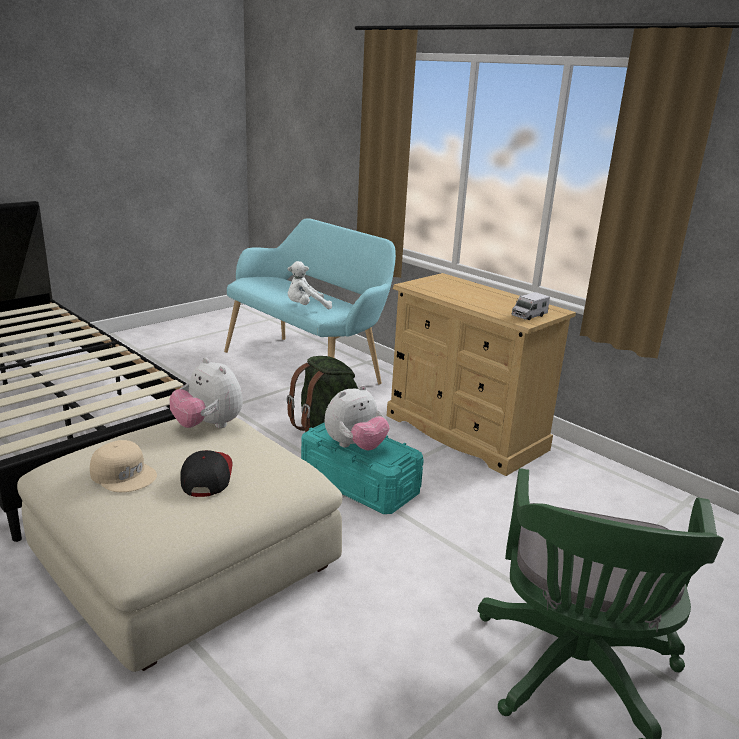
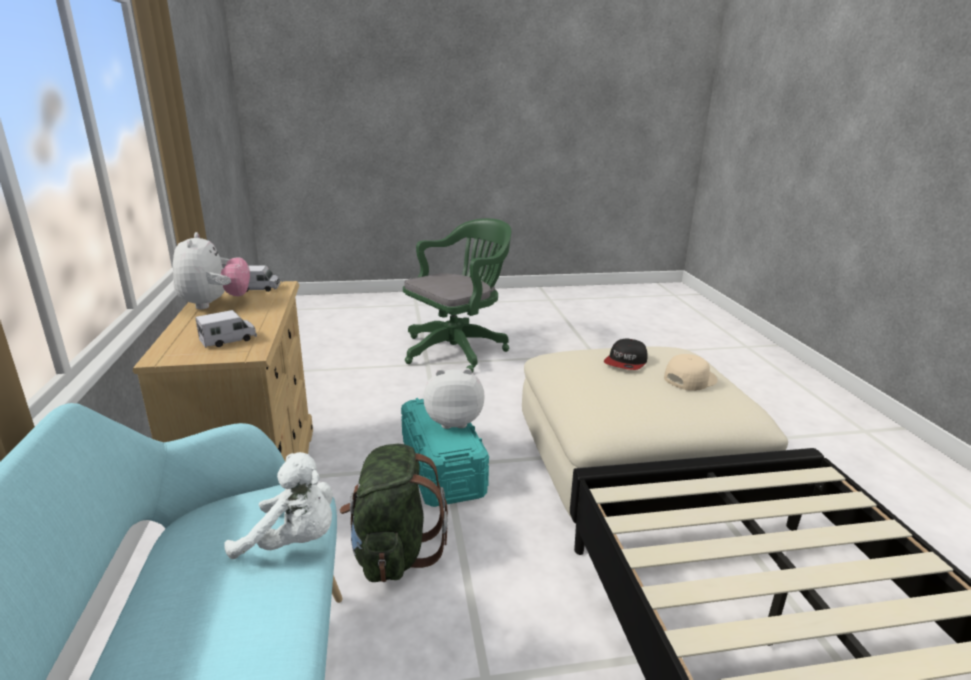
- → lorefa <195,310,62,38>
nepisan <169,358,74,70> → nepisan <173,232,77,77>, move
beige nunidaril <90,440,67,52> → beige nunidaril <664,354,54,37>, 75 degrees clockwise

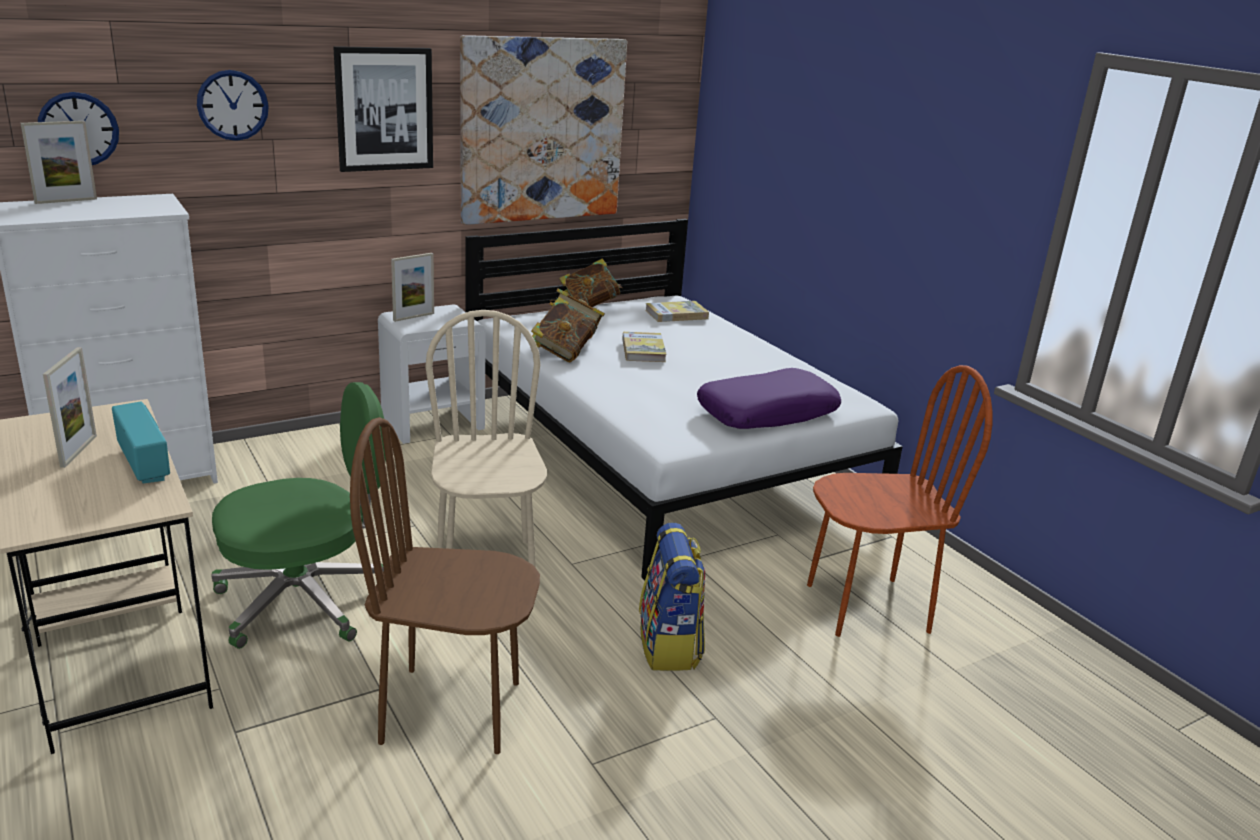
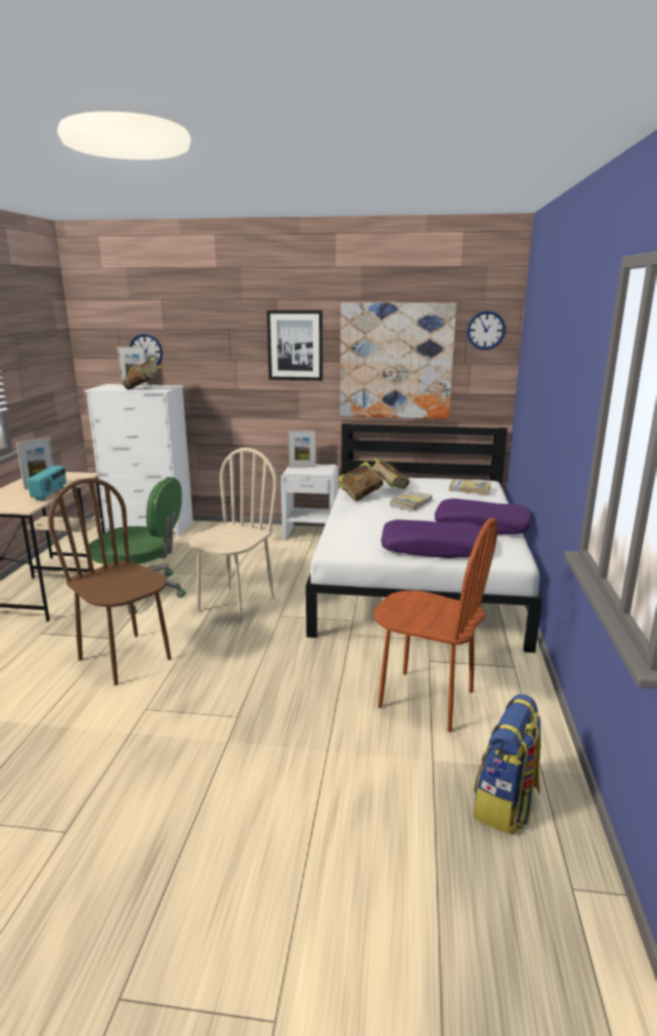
- → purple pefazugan <435,498,97,36>
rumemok <197,70,72,71> → rumemok <467,311,39,39>, move
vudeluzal <559,259,64,48> → vudeluzal <122,357,40,33>, move
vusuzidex <639,523,66,148> → vusuzidex <473,694,68,141>, move

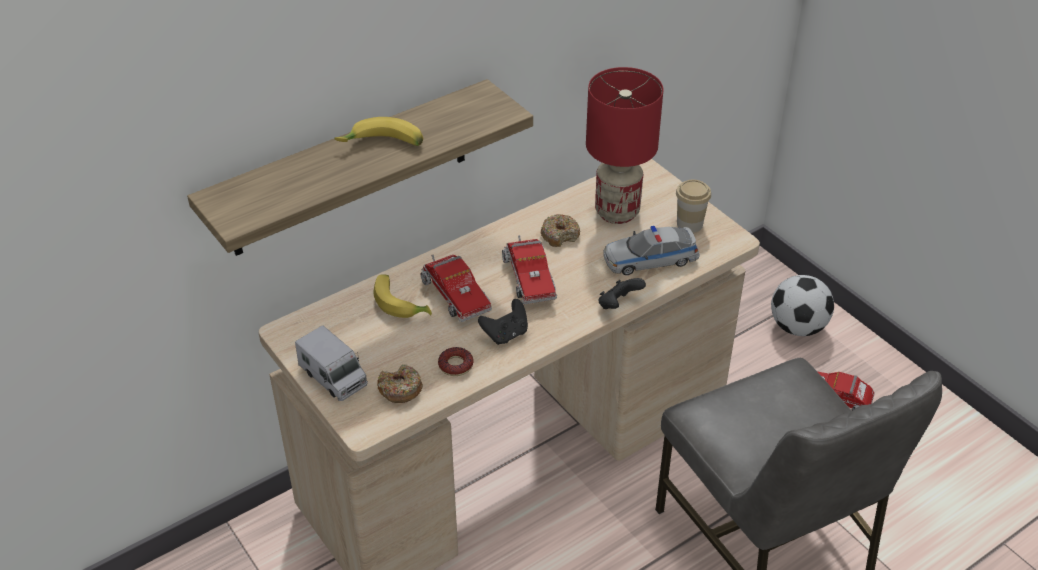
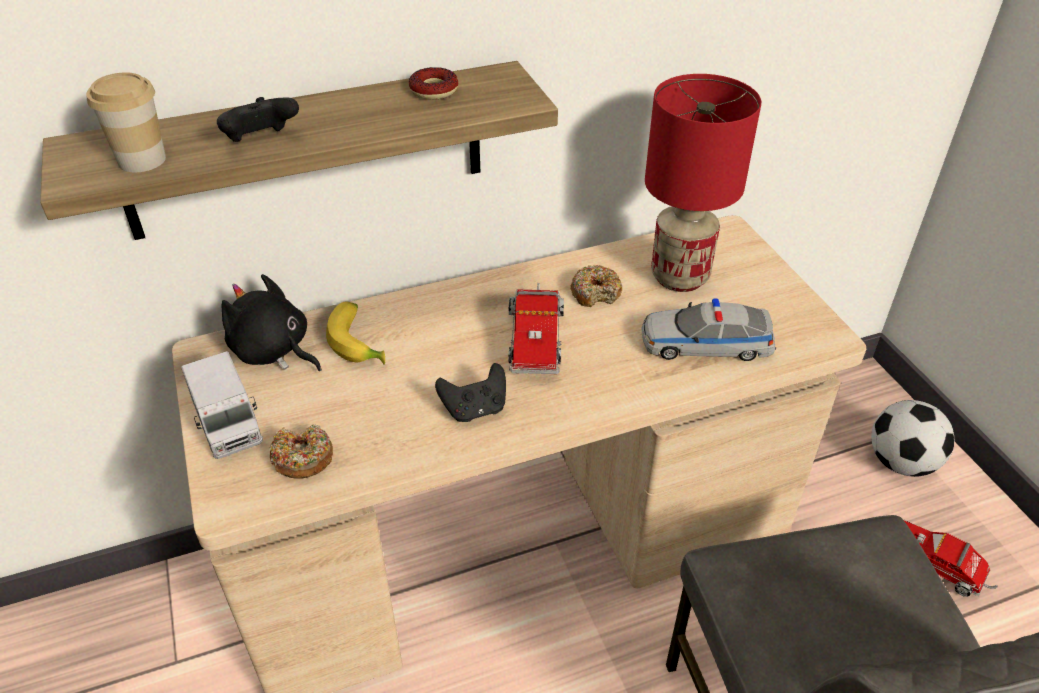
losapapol <335,117,88,29> → -
lorefa <421,255,71,67> → -
- → black nepisan <221,274,101,97>
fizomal <438,347,36,29> → fizomal <409,67,49,33>, move
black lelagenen <598,278,48,31> → black lelagenen <217,97,82,45>, move
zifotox <676,180,35,53> → zifotox <86,72,80,100>, move

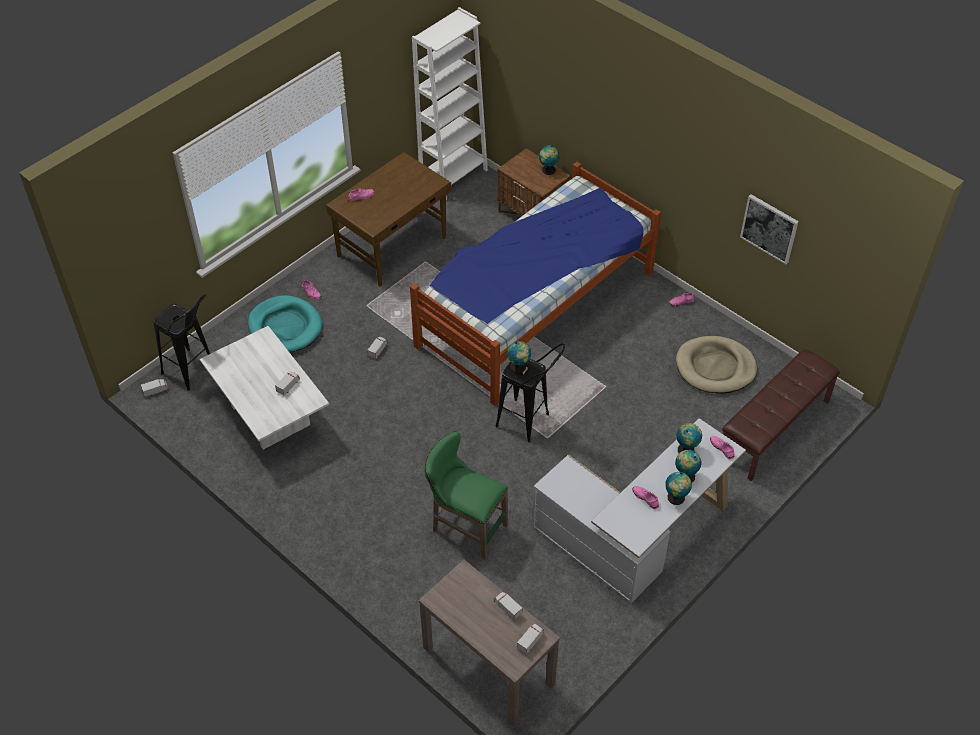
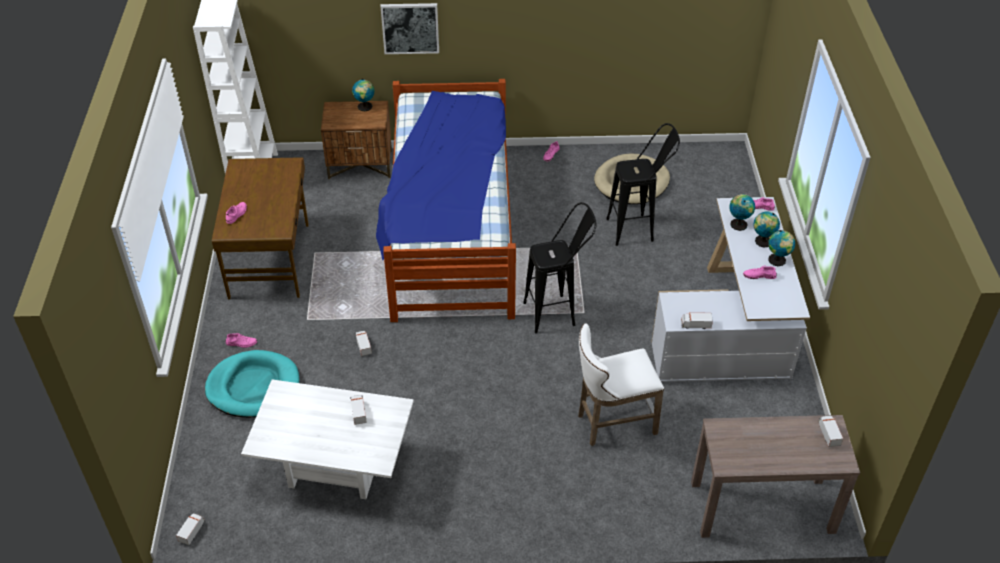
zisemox <507,341,24,32> → -
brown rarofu <722,349,118,132> → -
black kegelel <153,294,57,97> → black kegelel <606,123,74,123>, move
lorefa <494,592,29,28> → lorefa <681,312,32,17>, move
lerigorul <740,194,59,70> → lerigorul <380,3,59,51>, move
green kegelel <425,431,83,129> → white kegelel <578,323,86,123>

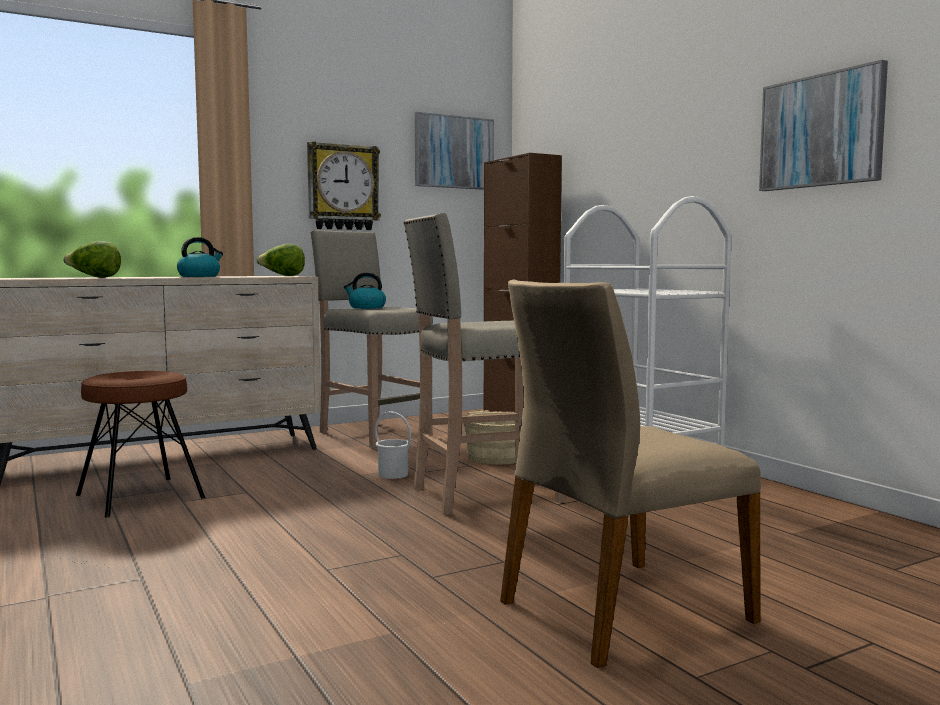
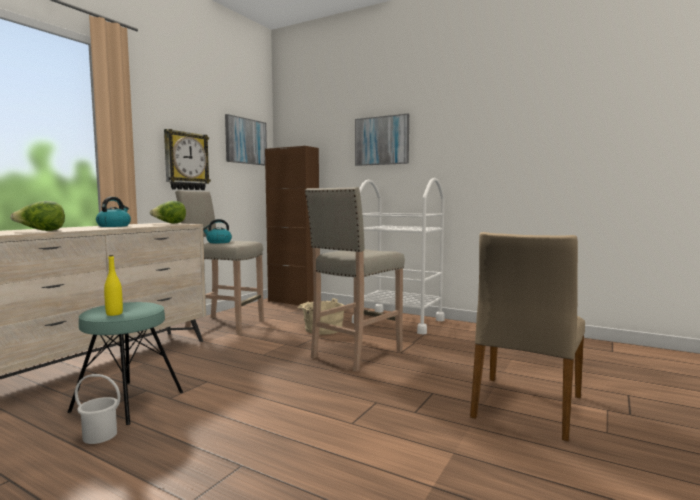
- → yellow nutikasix <104,255,19,61>
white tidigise <375,411,37,68> → white tidigise <75,374,45,70>, move
lerigorul <759,60,129,131> → lerigorul <355,114,54,52>, move
brown kegelel <76,371,129,146> → turquoise kegelel <67,302,116,123>

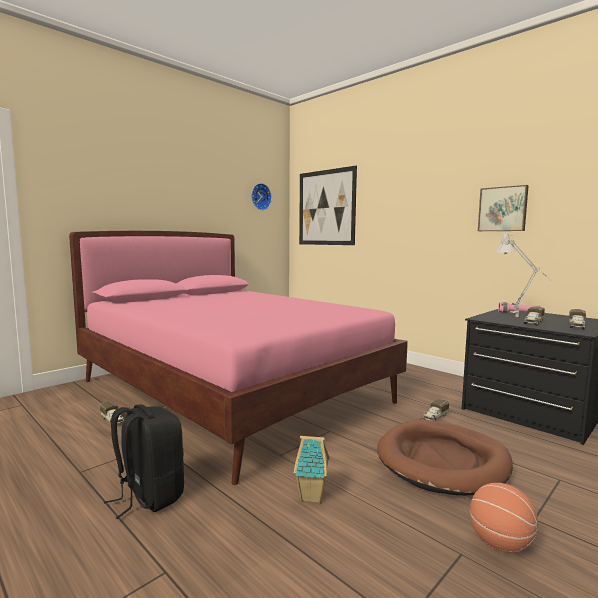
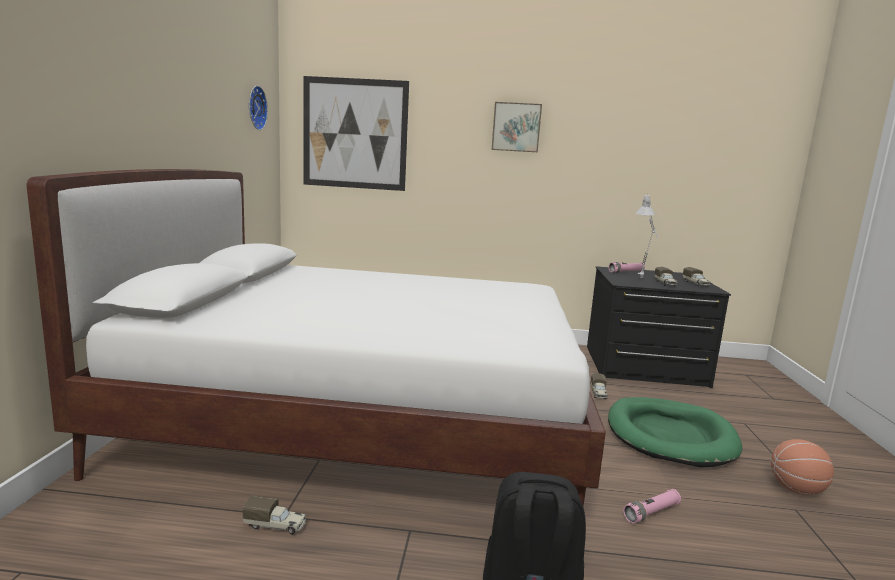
lerigorul <478,185,51,46> → lerigorul <492,102,50,50>, move
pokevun <294,436,36,67> → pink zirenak <623,489,58,34>
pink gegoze <69,231,339,254> → white gegoze <27,169,579,337>
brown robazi <377,419,136,77> → green robazi <608,397,134,70>

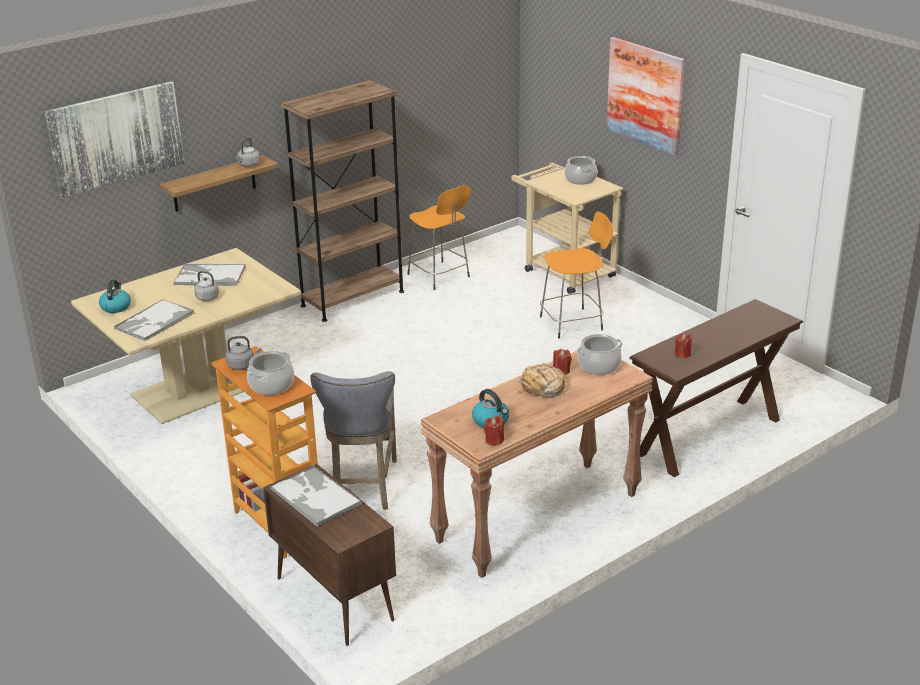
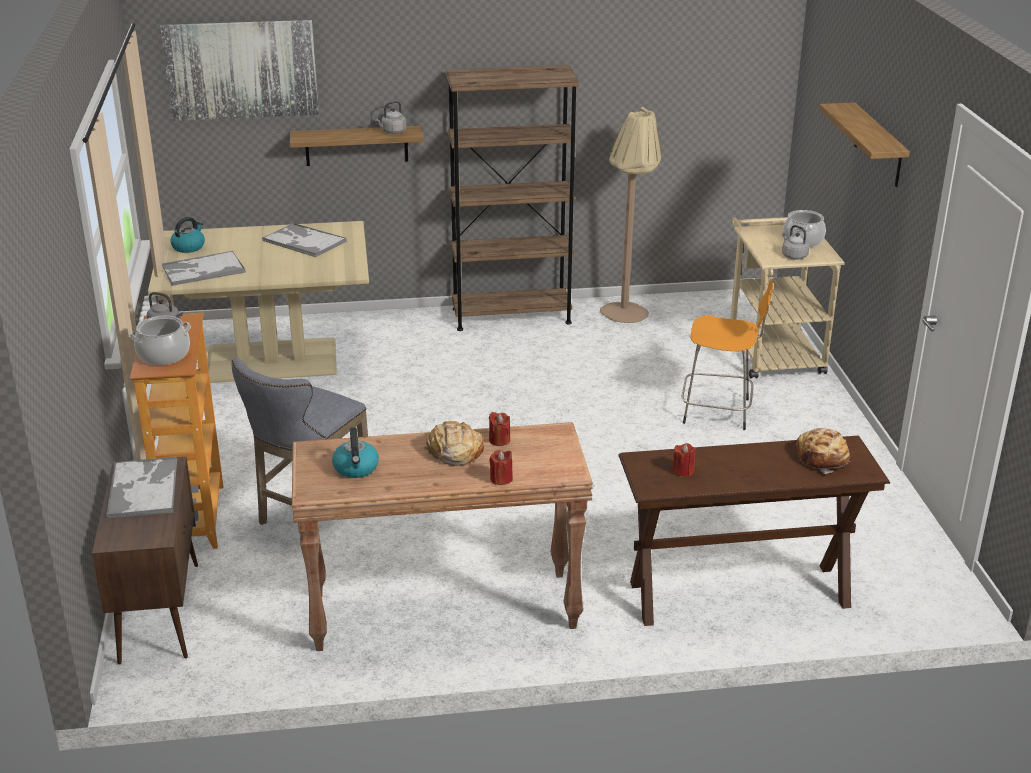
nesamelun <577,334,45,41> → -
- → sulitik <796,428,55,46>
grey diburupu <191,271,28,30> → grey diburupu <782,225,27,35>, move
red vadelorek <484,416,20,30> → red vadelorek <490,450,23,35>, move
orange kegelel <407,185,64,105> → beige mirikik <600,107,62,216>
lerigorul <606,37,79,119> → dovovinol <819,102,91,85>

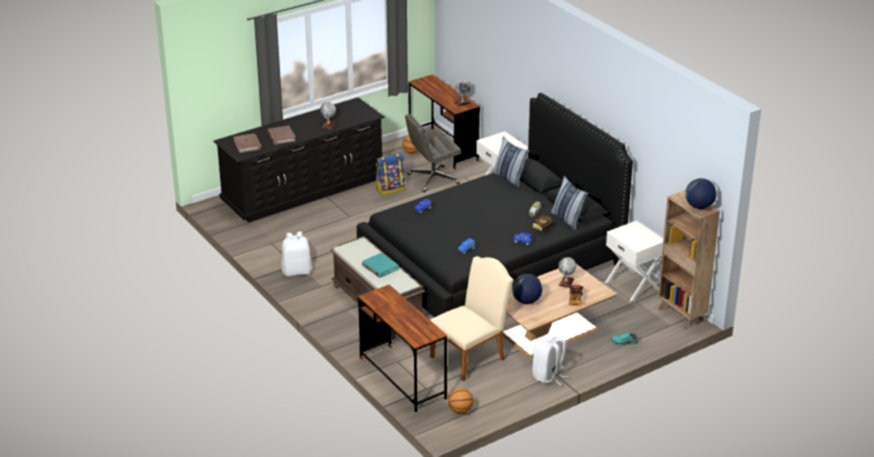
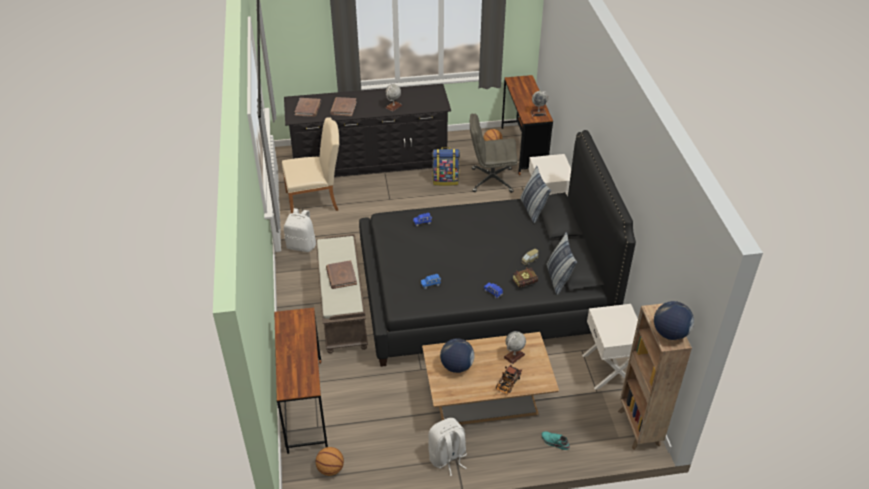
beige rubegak <430,256,84,125> → beige rubegak <282,117,57,96>, move
turquoise vudeluzal <362,253,37,25> → brown vudeluzal <326,260,31,29>

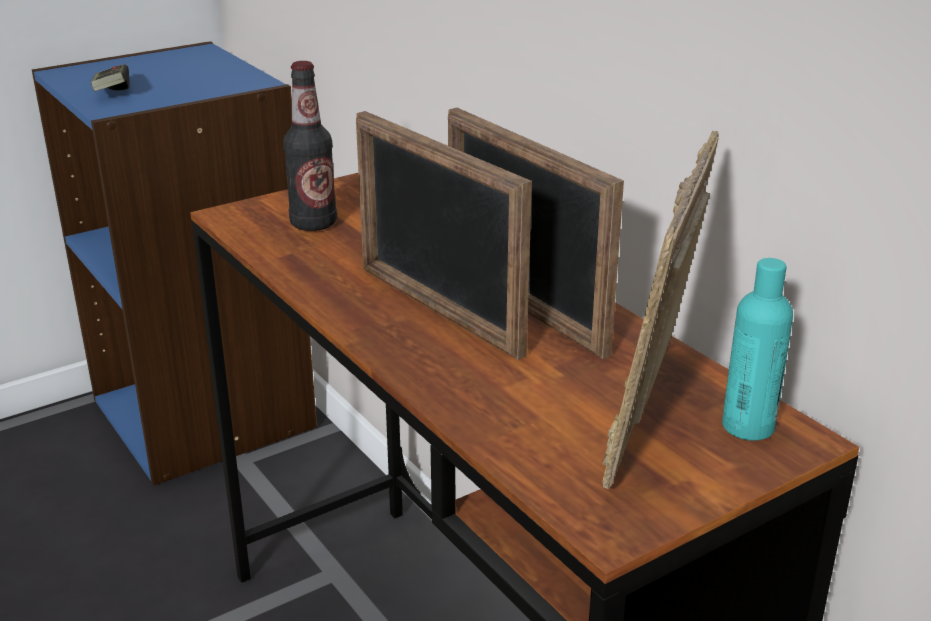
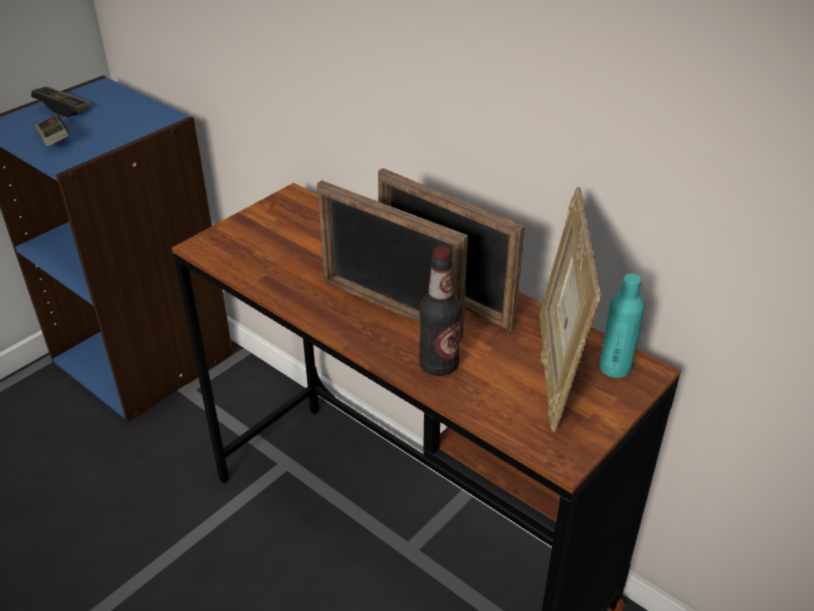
- → lelagenen <31,86,60,31>
nutikasix <283,61,54,170> → nutikasix <419,246,43,130>, move

